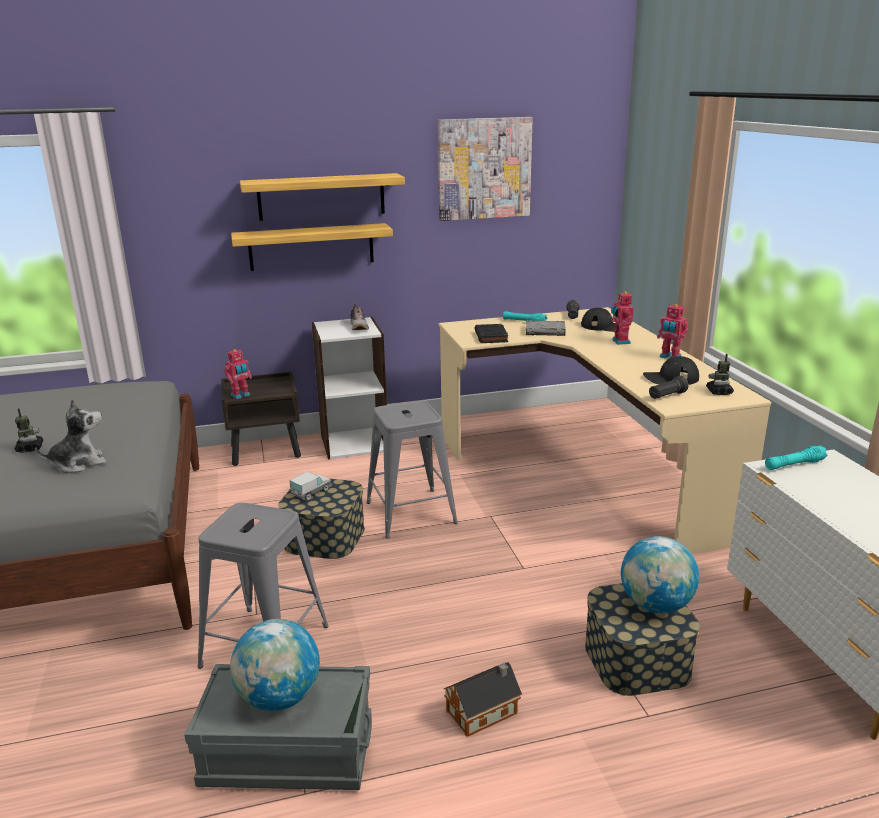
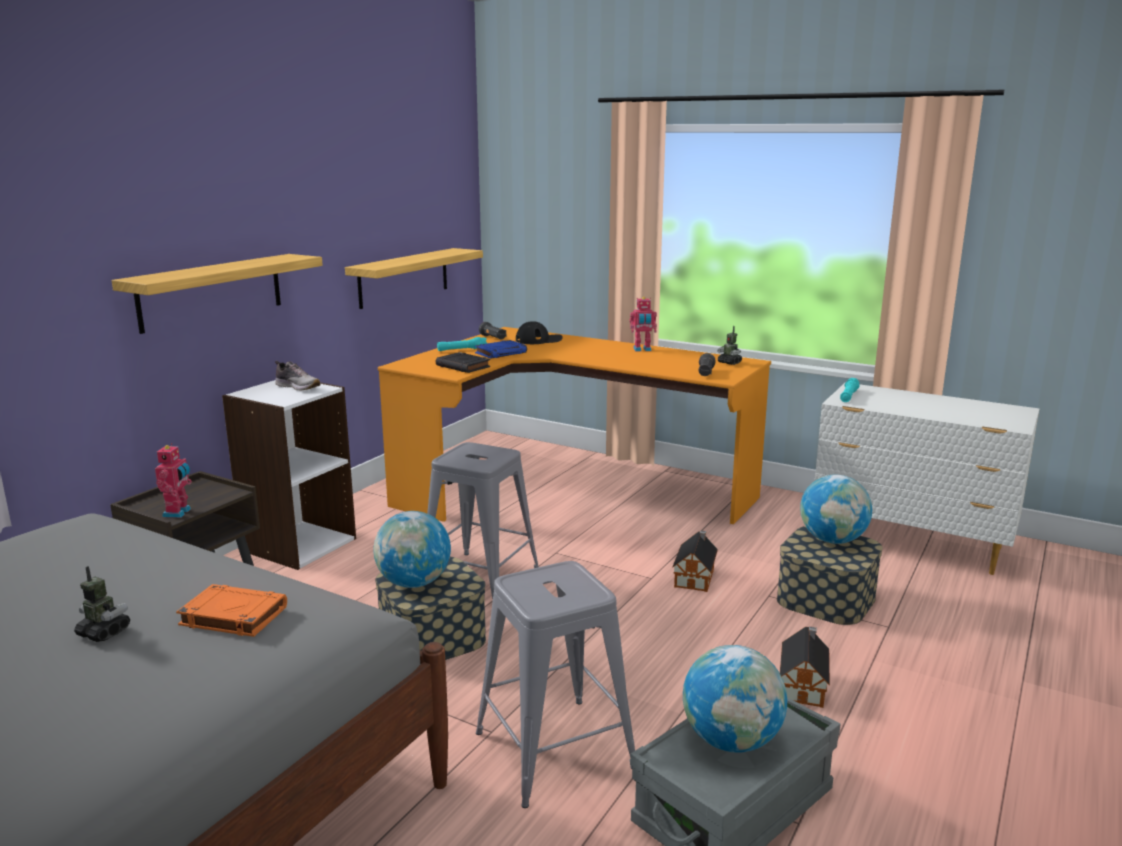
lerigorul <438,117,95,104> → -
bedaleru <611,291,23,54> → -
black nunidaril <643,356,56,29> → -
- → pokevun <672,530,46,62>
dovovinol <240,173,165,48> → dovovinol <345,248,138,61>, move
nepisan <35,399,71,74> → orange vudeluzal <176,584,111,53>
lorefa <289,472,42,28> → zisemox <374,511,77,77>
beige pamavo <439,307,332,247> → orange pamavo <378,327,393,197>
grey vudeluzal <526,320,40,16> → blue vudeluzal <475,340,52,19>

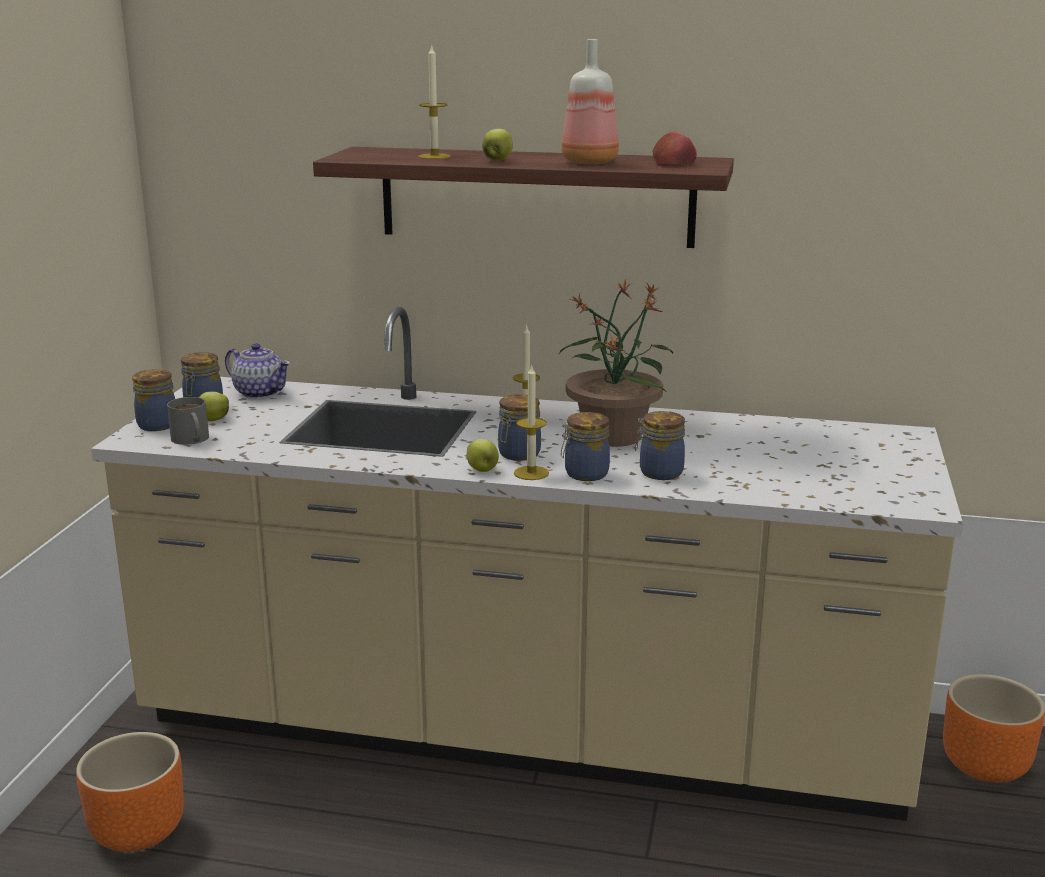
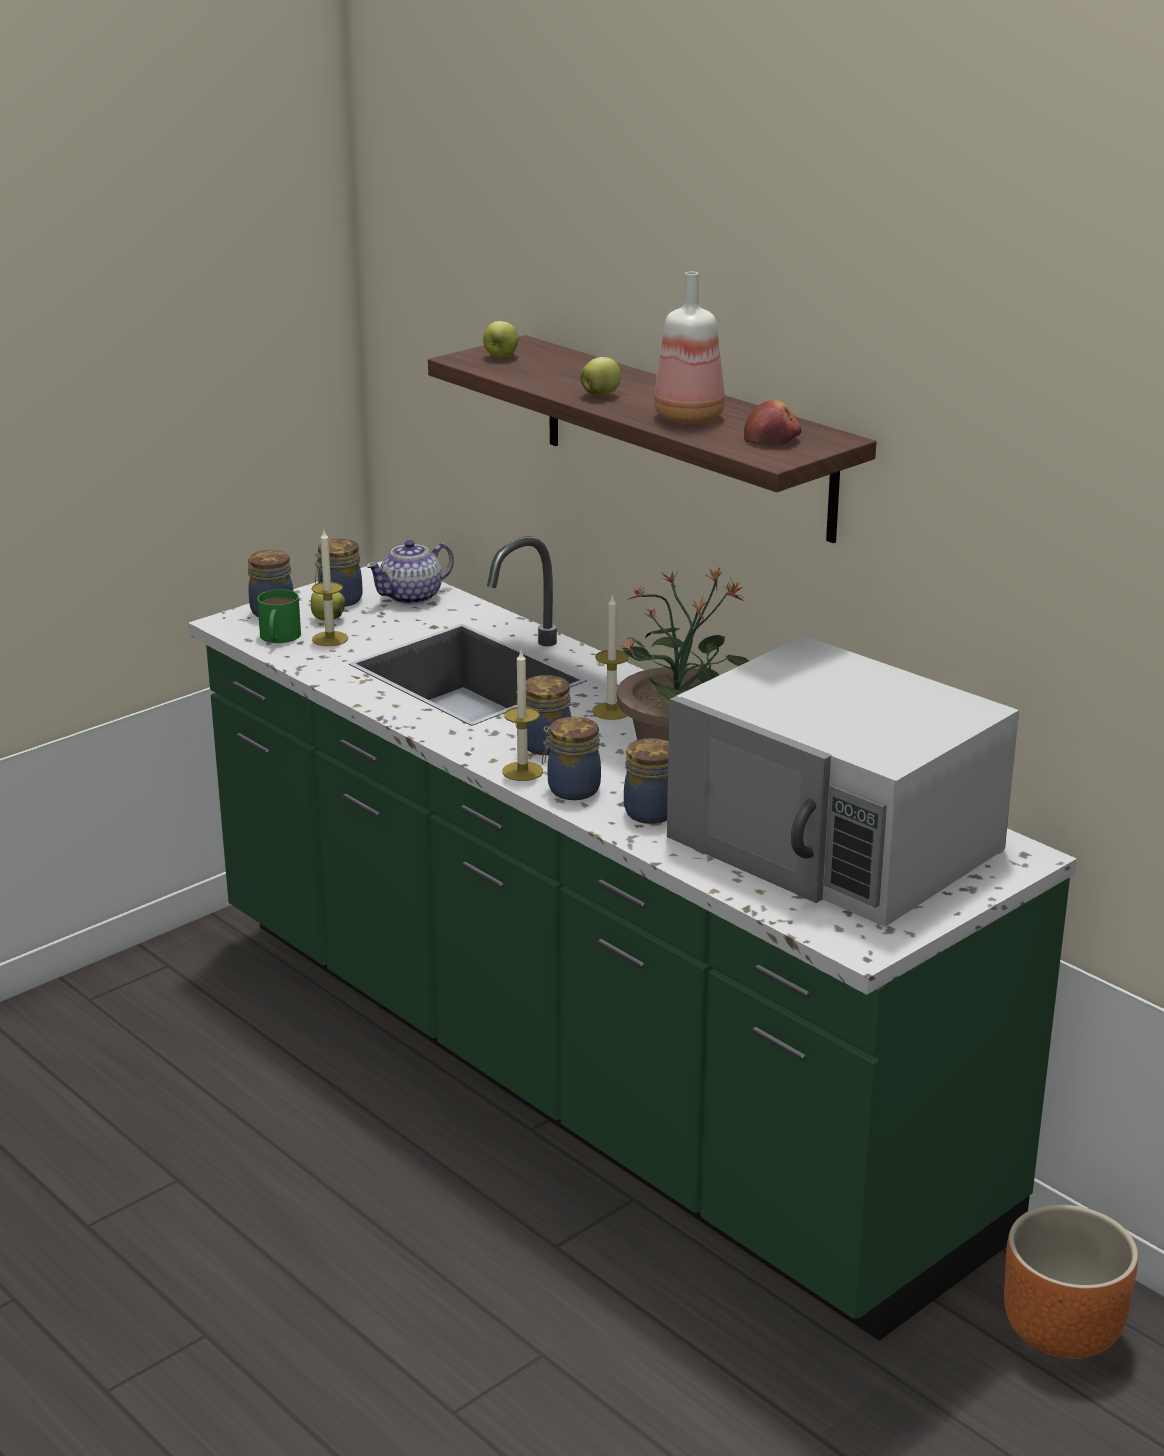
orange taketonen <76,732,108,120> → -
- → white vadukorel <667,635,352,292>
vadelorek <418,46,33,113> → vadelorek <312,530,36,116>, move
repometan <467,439,32,33> → repometan <483,321,35,37>, move
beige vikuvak <91,307,872,514> → green vikuvak <188,536,889,805>
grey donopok <167,397,42,48> → green donopok <257,589,44,54>
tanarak <225,343,66,56> → tanarak <366,540,88,65>, 75 degrees clockwise

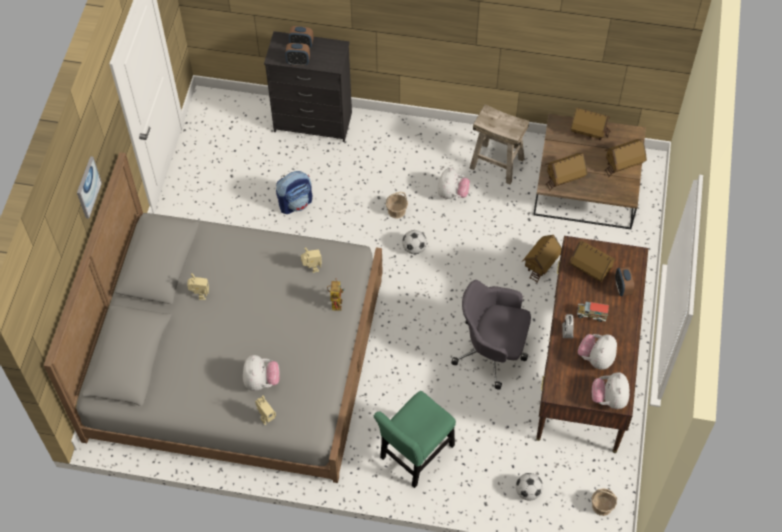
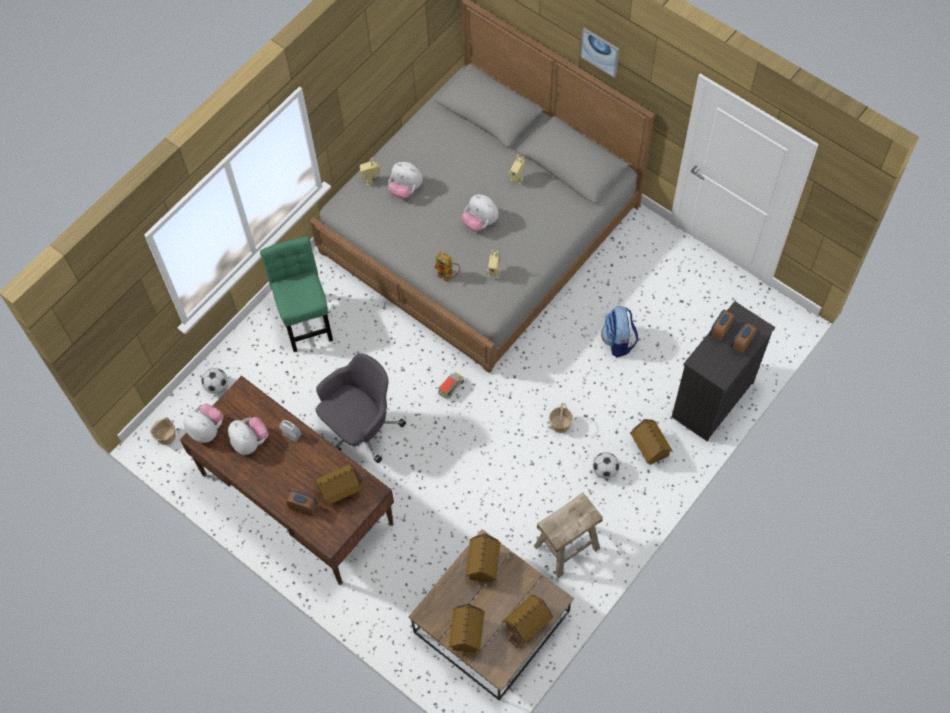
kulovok <402,230,25,24> → kulovok <593,452,26,27>, move
nepisan <437,168,33,31> → nepisan <462,194,37,37>, move
pokevun <522,235,40,48> → pokevun <630,419,43,46>, move
lorefa <577,302,32,20> → lorefa <438,372,27,28>, move

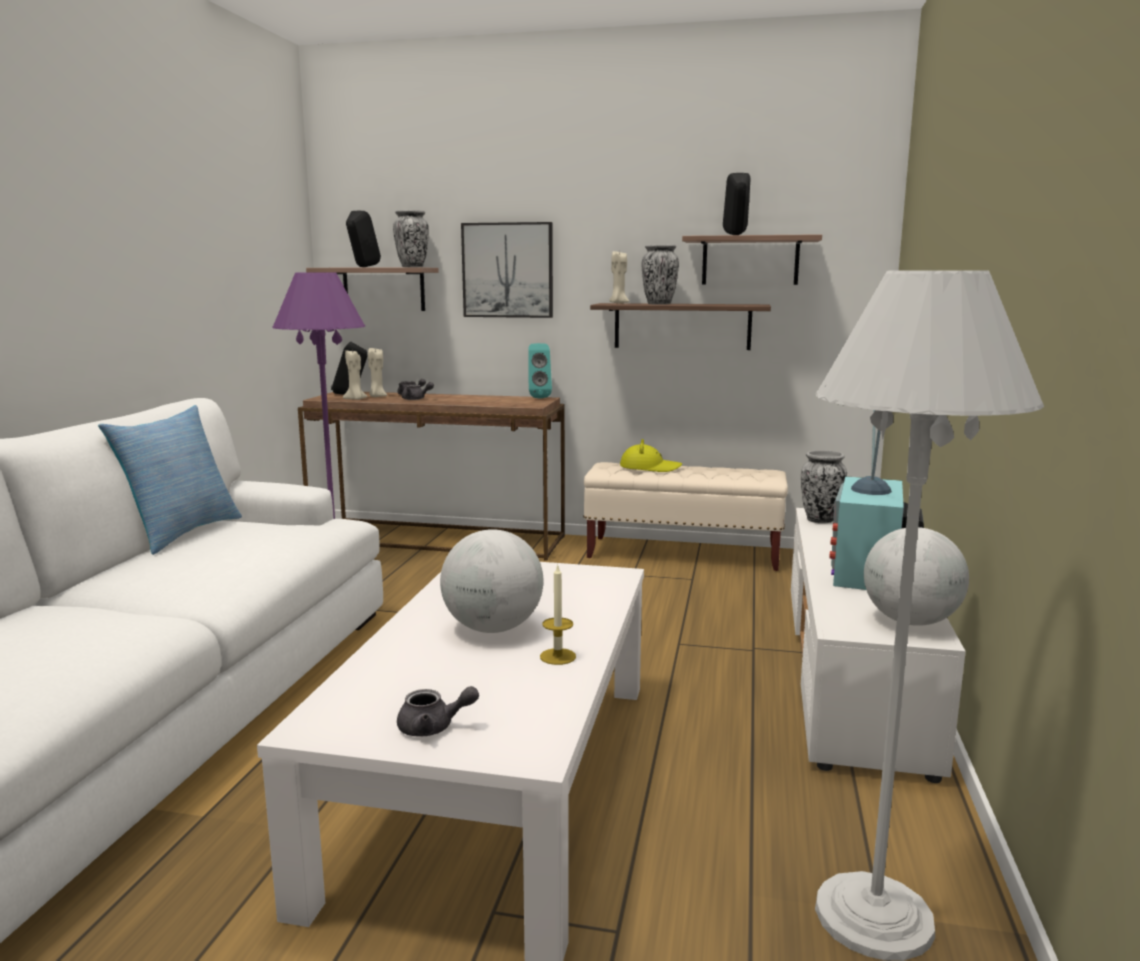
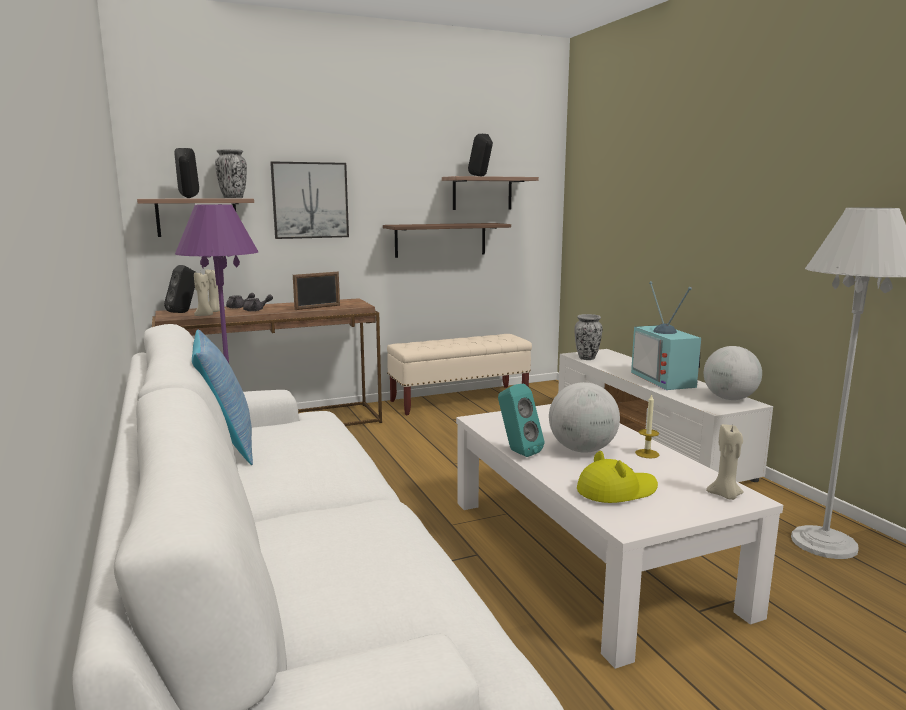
grey tanarak <397,686,82,51> → -
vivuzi <642,244,37,60> → -
- → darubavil <293,272,47,38>
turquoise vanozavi <528,343,24,56> → turquoise vanozavi <498,384,46,73>, move
beige vadelorek <609,250,20,54> → beige vadelorek <706,424,38,76>, move
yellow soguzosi <620,439,62,33> → yellow soguzosi <577,451,81,52>, move

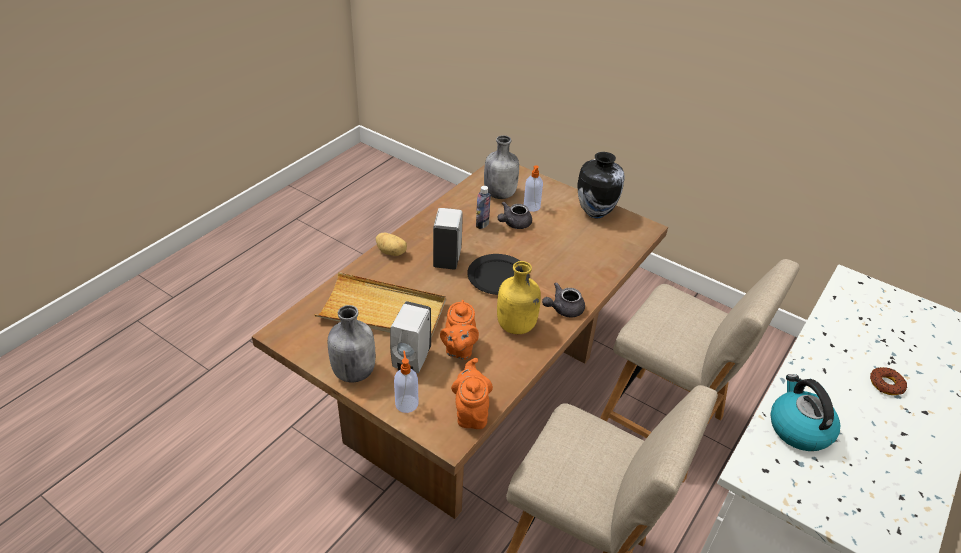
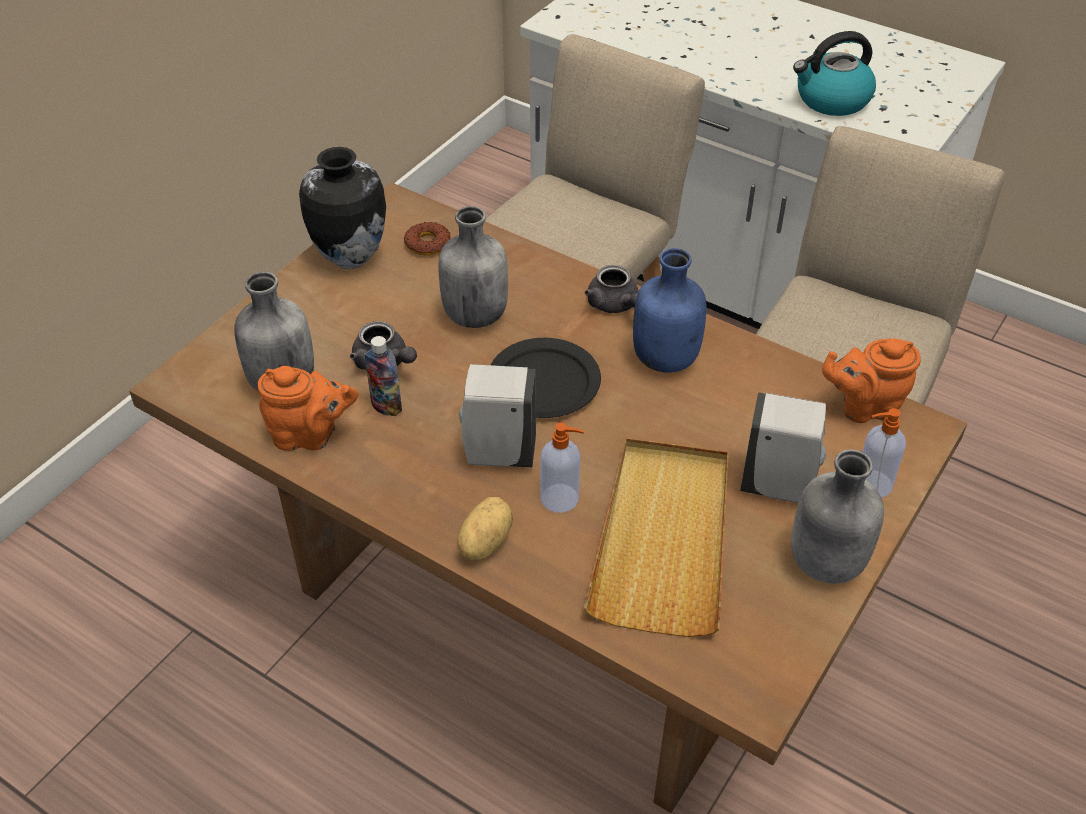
- → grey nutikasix <438,206,70,122>
orange tanarak <440,300,39,60> → orange tanarak <258,366,100,85>, move
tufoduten <524,165,19,47> → tufoduten <541,422,43,91>, move
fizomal <870,367,37,28> → fizomal <404,222,47,33>, move
yellow nutikasix <497,261,44,73> → blue nutikasix <633,248,74,125>

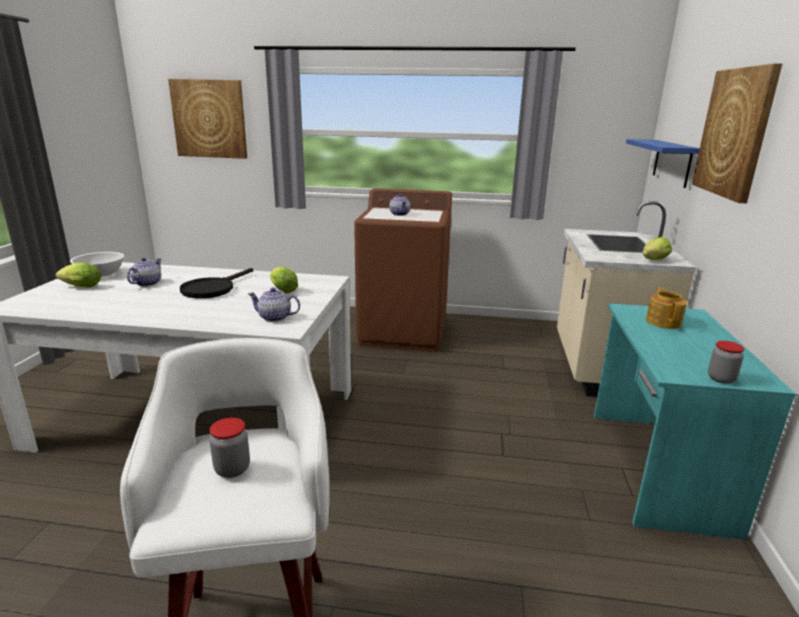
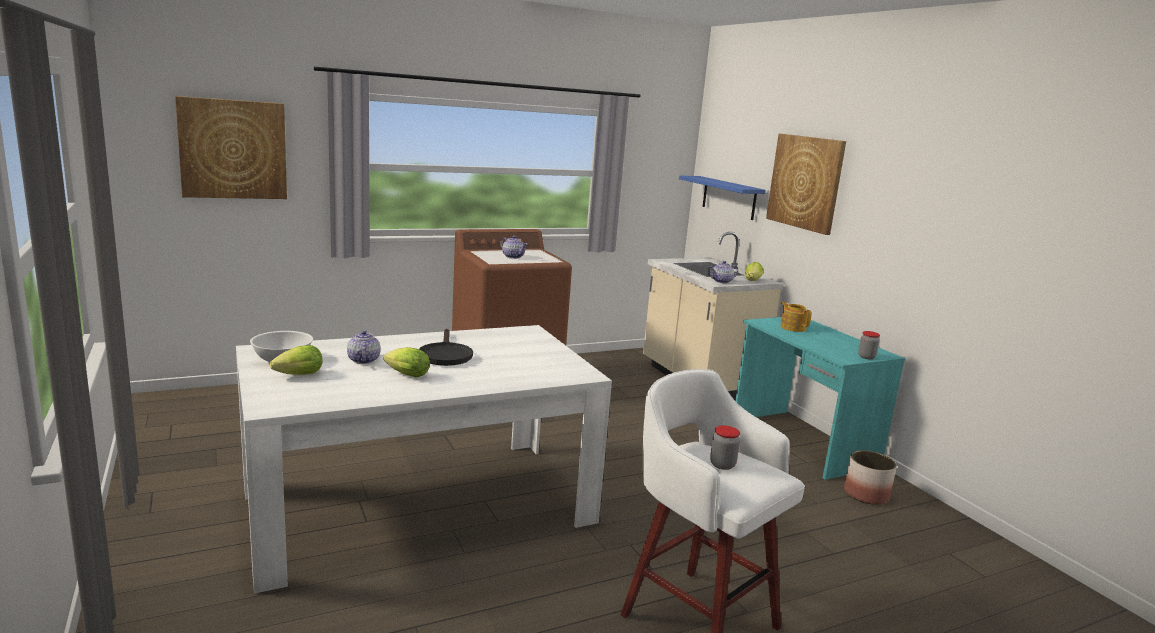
- → taketonen <844,450,53,55>
tanarak <248,287,52,35> → tanarak <709,261,29,23>, move
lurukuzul <270,267,28,26> → lurukuzul <384,347,46,30>, move

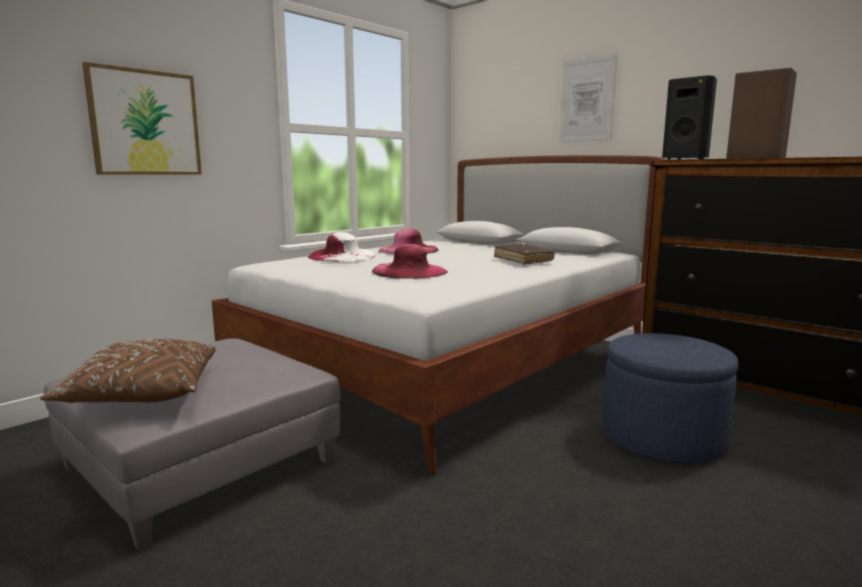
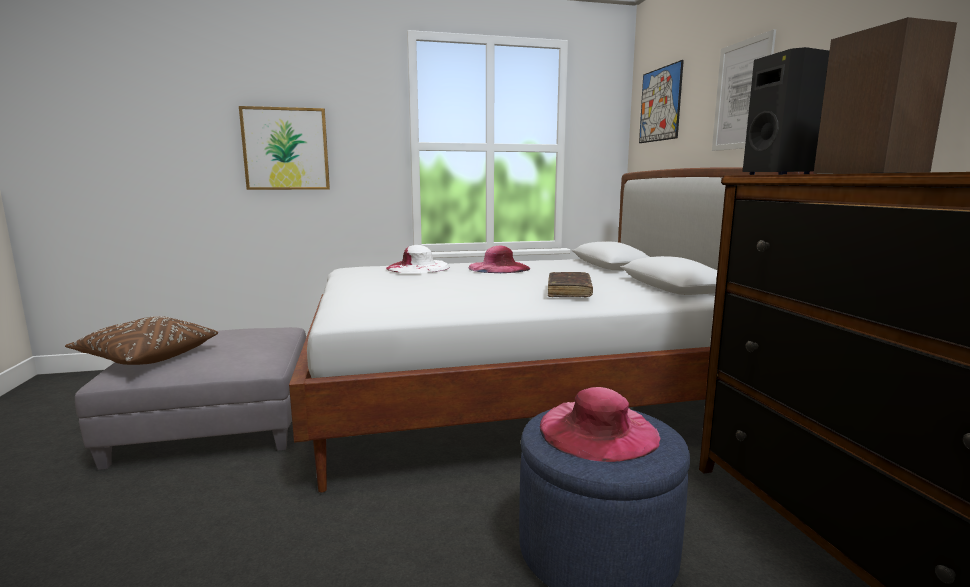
- → lerigorul <639,60,45,83>
pink soguzosi <372,244,76,35> → pink soguzosi <540,387,120,75>, move

